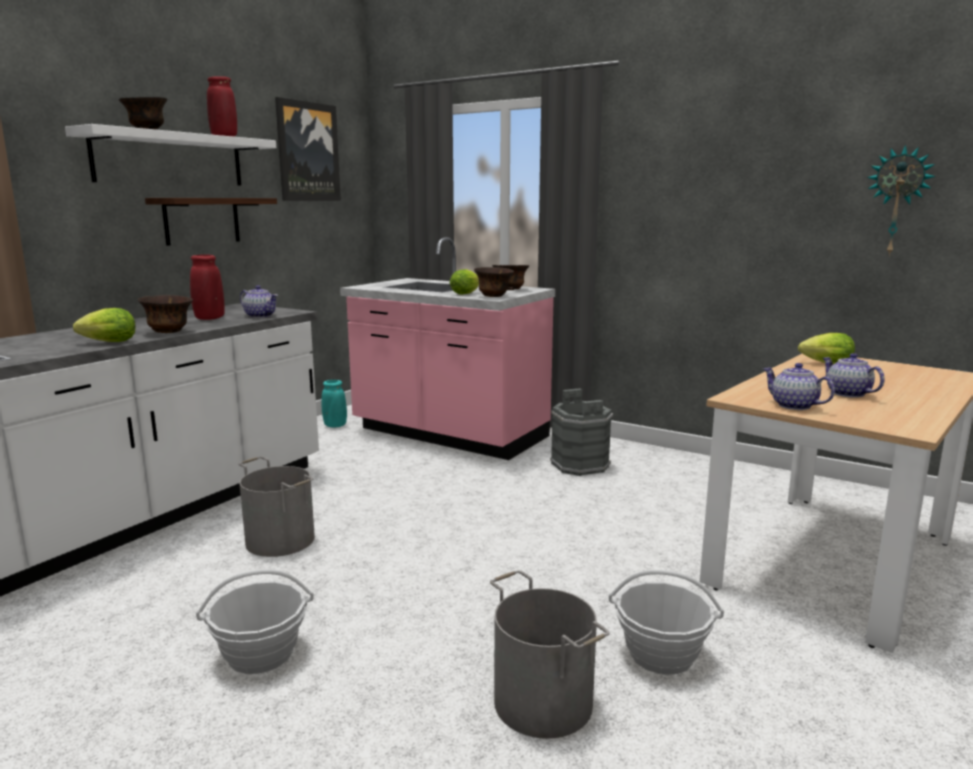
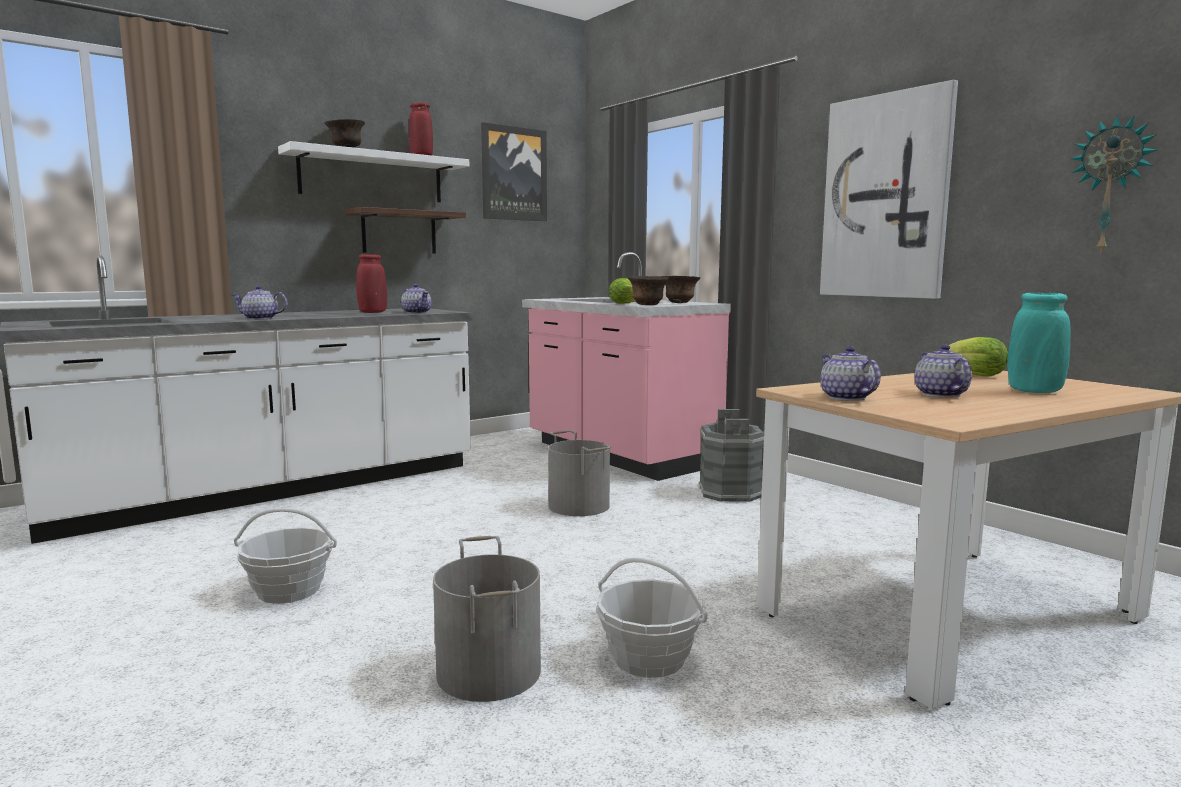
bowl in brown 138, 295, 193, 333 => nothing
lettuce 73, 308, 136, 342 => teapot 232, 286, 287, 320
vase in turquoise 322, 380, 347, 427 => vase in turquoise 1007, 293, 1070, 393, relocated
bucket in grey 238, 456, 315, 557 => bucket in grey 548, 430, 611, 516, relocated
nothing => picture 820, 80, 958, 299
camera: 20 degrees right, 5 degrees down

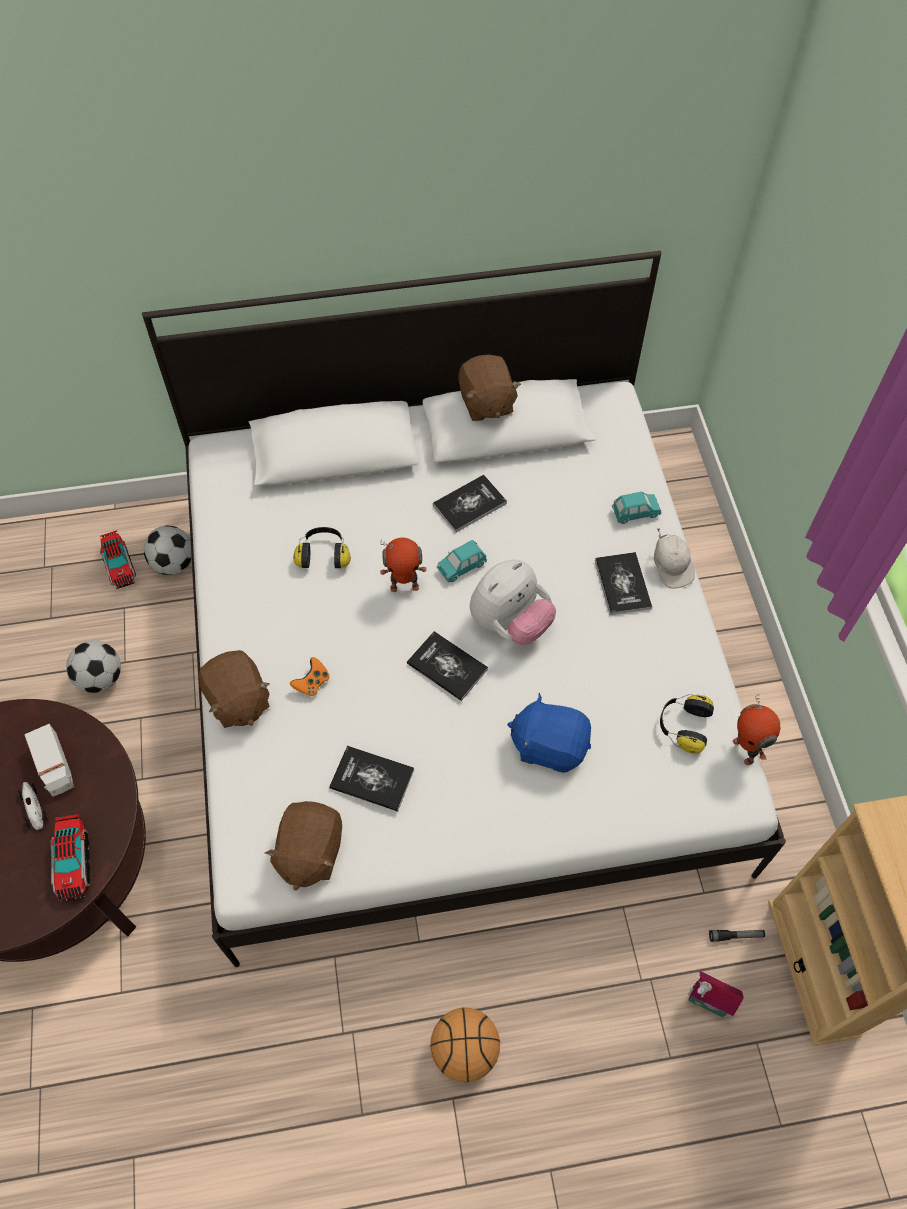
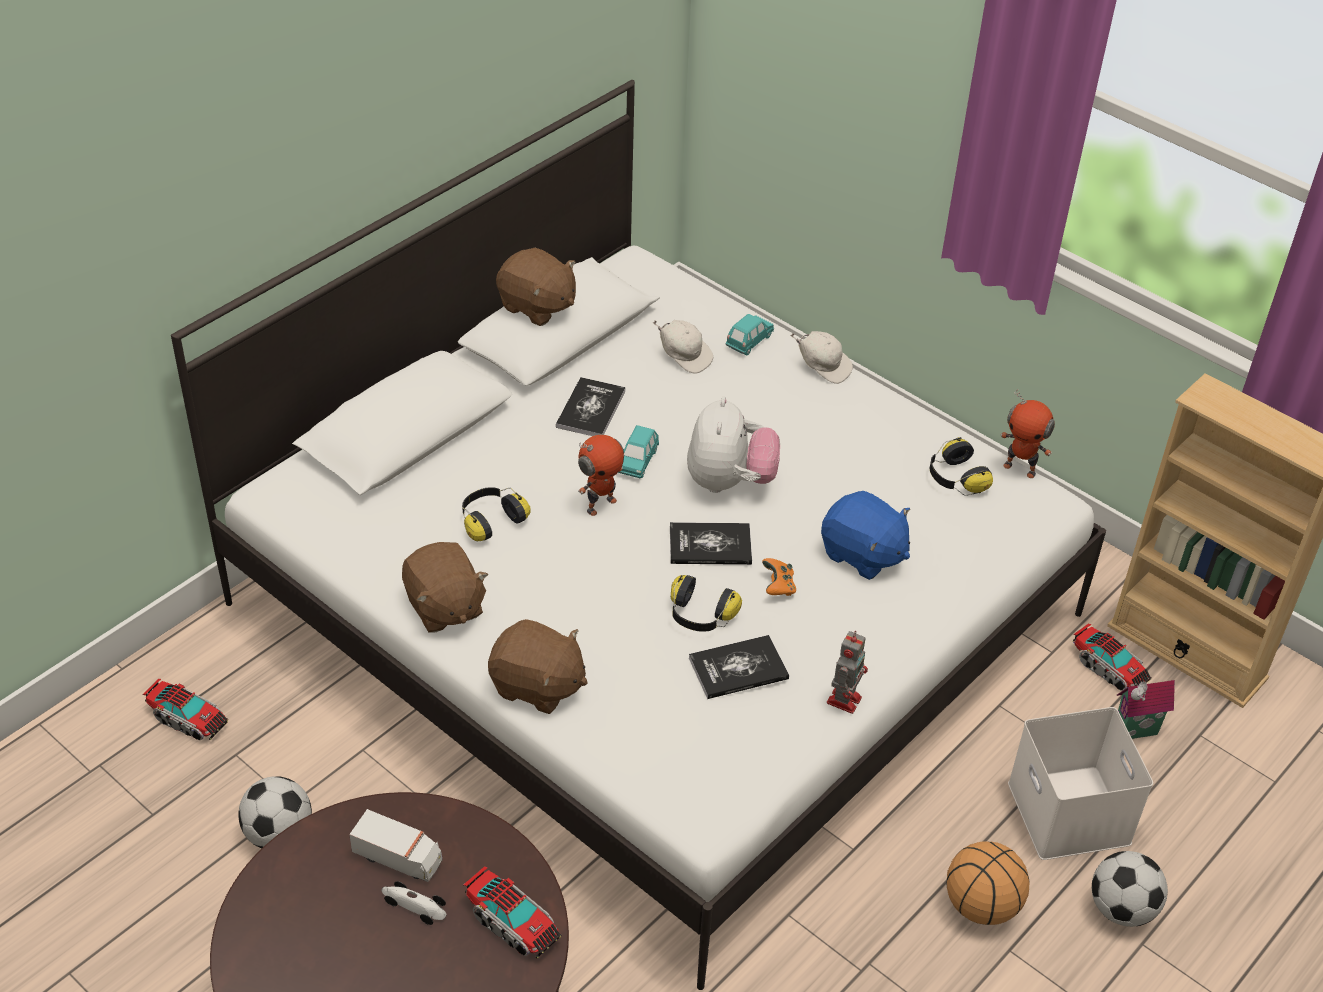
football 144, 526, 192, 575 => football 1092, 851, 1168, 927, relocated
book 595, 552, 652, 615 => nothing
game controller in orange 290, 657, 330, 696 => game controller in orange 762, 558, 796, 596, relocated
plush toy in blue 507, 693, 591, 773 => plush toy in blue 821, 491, 910, 580, 120 degrees counterclockwise
plush toy in brown 265, 801, 342, 891 => plush toy in brown 402, 542, 489, 633, relocated
flashlight 709, 930, 765, 942 => toy truck 1073, 624, 1152, 691
nothing => cap in white 653, 320, 713, 374
nothing => headphones 671, 575, 742, 632
nothing => toy robot 827, 631, 868, 714
nothing => storage box in white 1008, 707, 1153, 860
camera: 40 degrees left, 15 degrees down

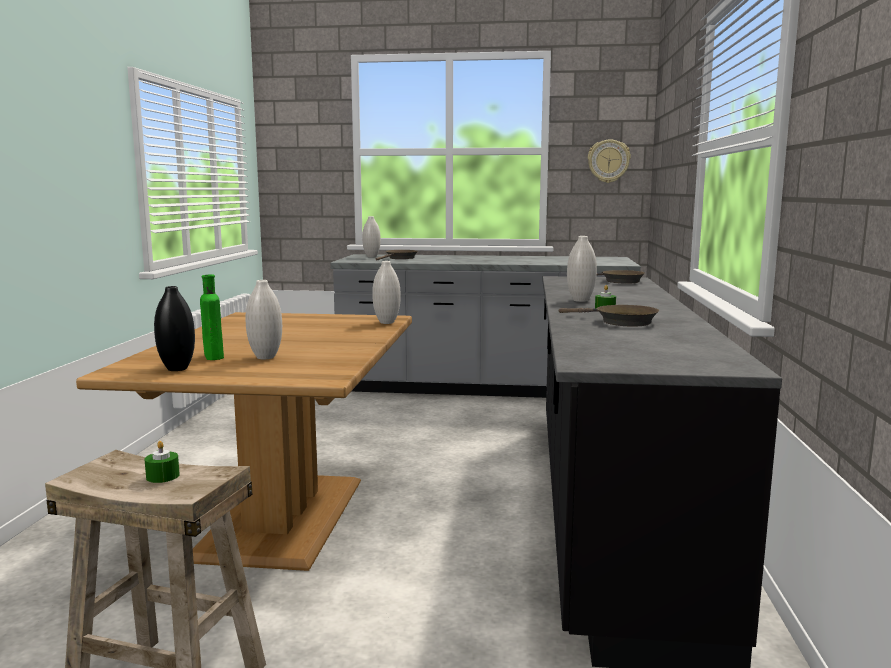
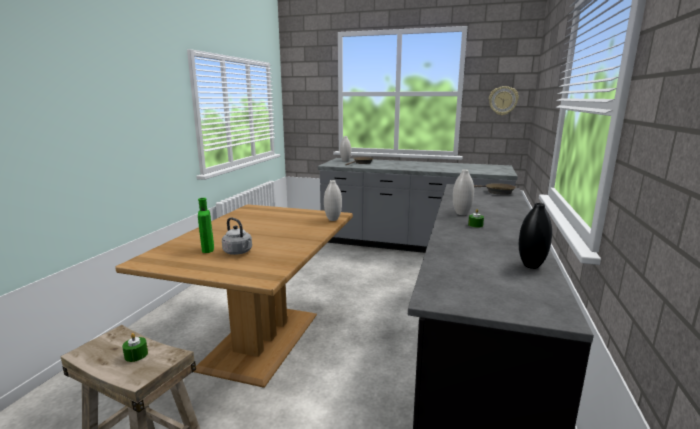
vase in white 246, 280, 282, 359 => kettle in grey 222, 217, 252, 255
vase in black 154, 286, 195, 371 => vase in black 519, 203, 552, 269, relocated
frying pan in brown 559, 305, 659, 327 => nothing
camera: 10 degrees right, 5 degrees up

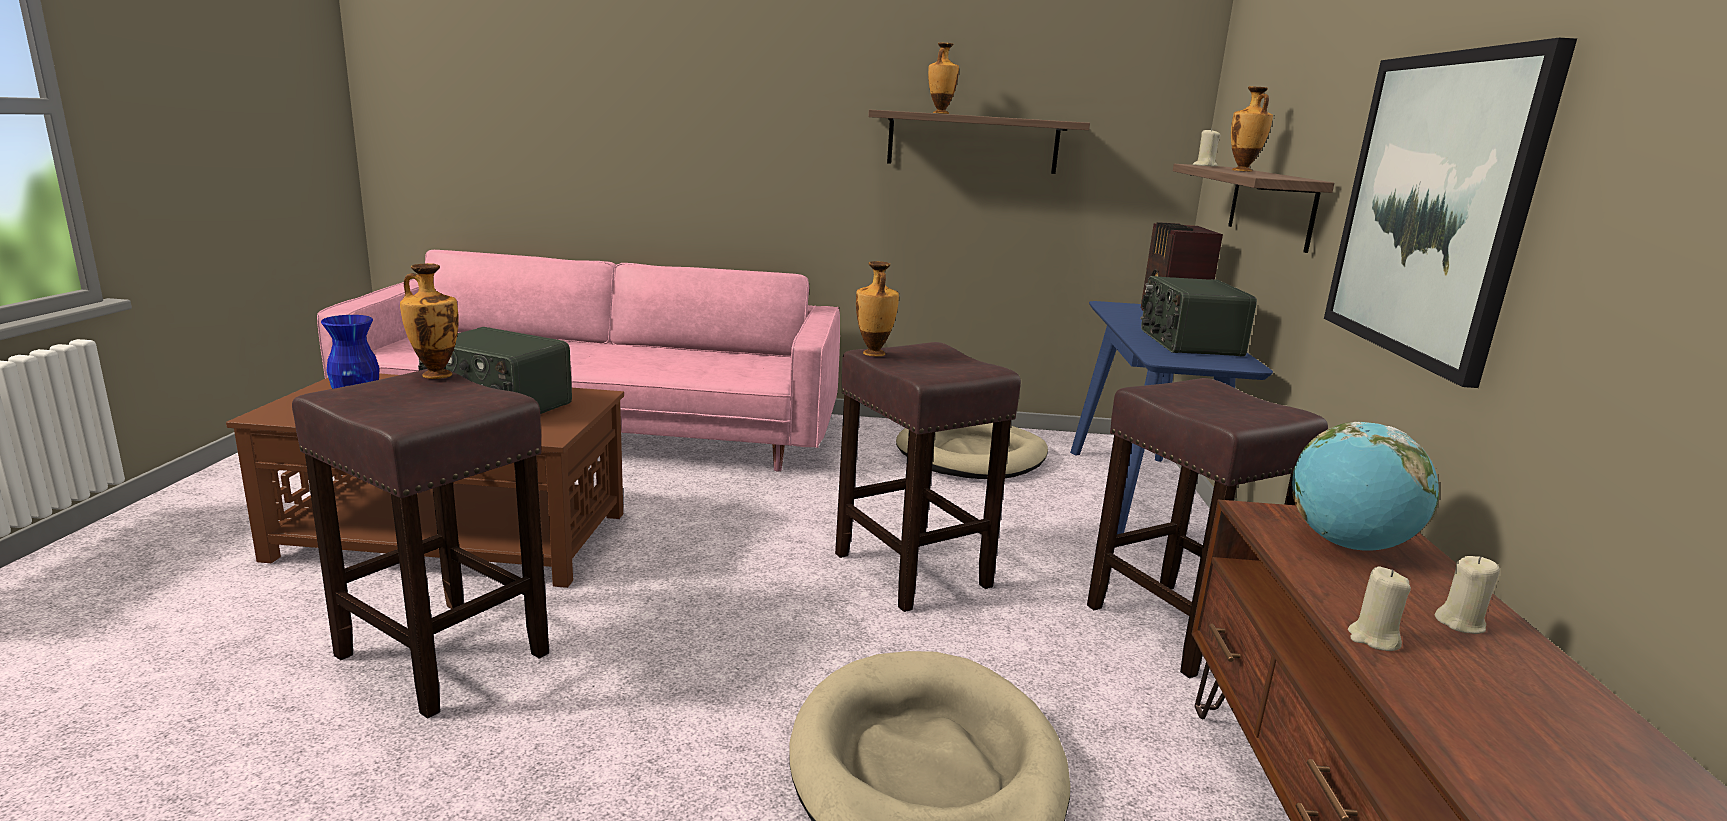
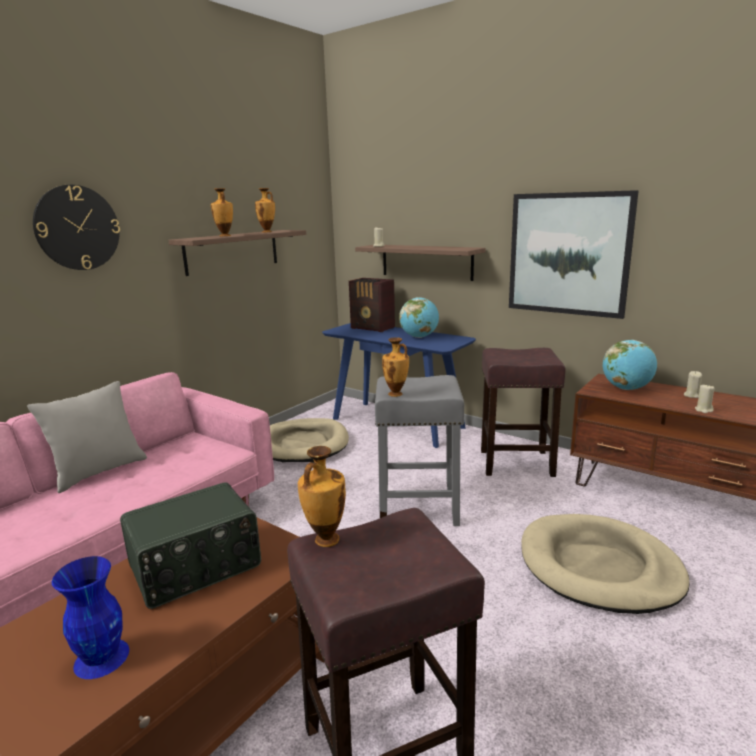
vase 1231, 86, 1273, 172 => vase 255, 188, 275, 233, relocated
radio 1140, 276, 1257, 357 => globe 399, 297, 439, 338
stool in brown 835, 342, 1021, 612 => stool in grey 375, 375, 464, 526
nothing => wall clock 33, 185, 120, 270
nothing => pillow in grey 27, 381, 147, 493
camera: 55 degrees left, 0 degrees up

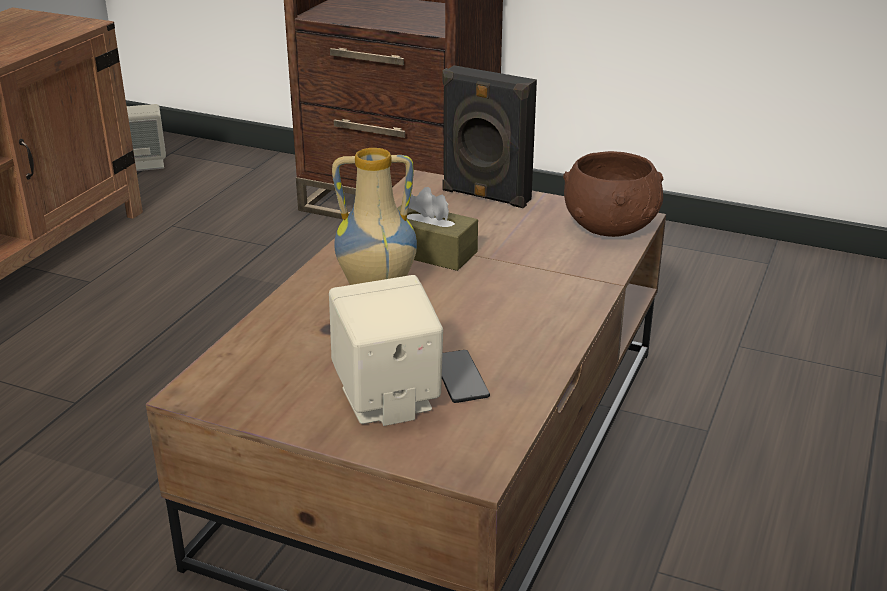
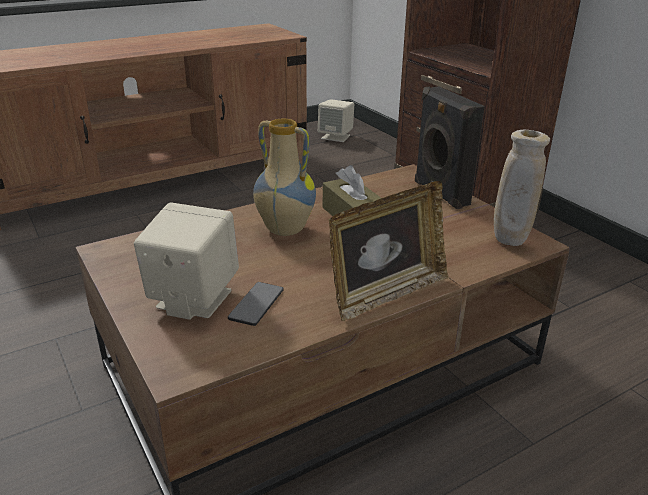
bowl in brown 563, 151, 664, 237 => vase in beige 494, 130, 550, 246
nothing => picture frame 329, 181, 448, 321
camera: 35 degrees right, 0 degrees up

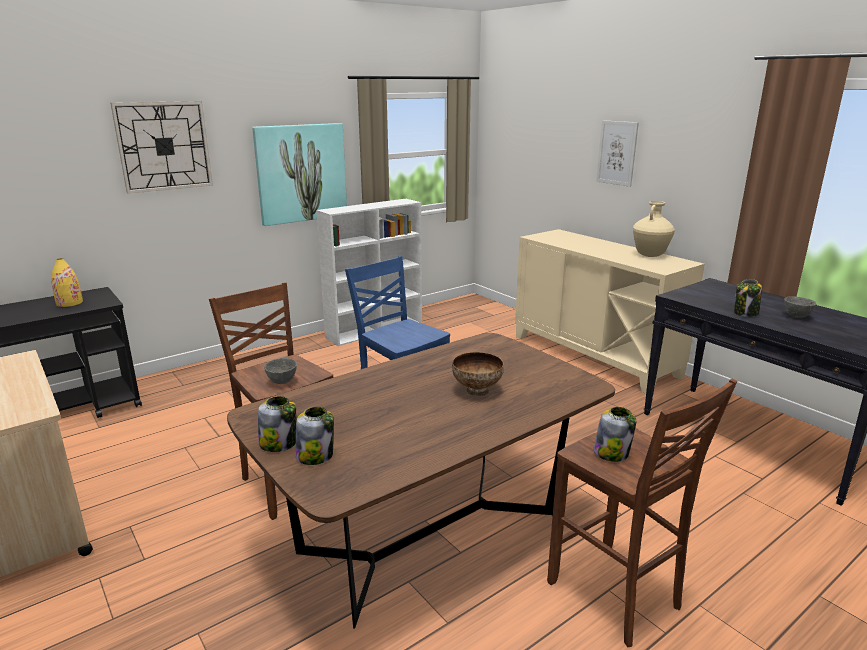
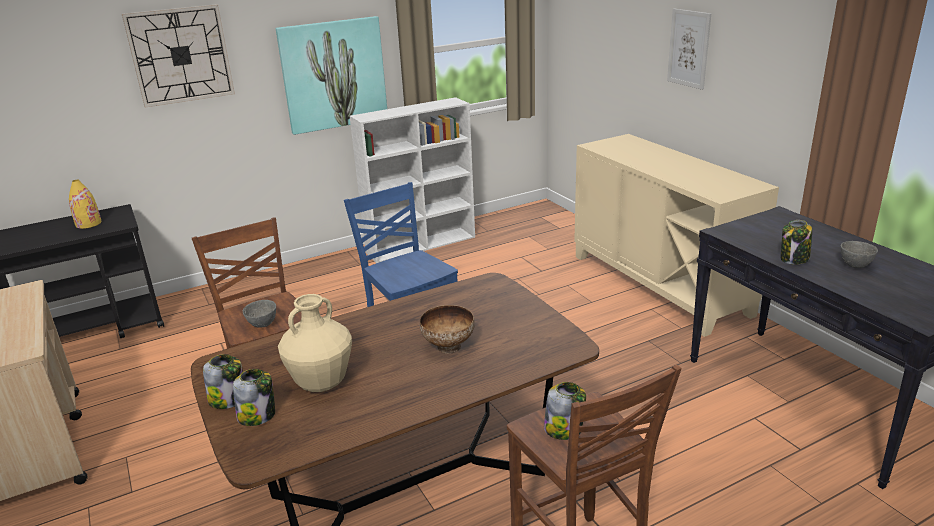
vase in beige 633, 201, 675, 257 => vase in beige 278, 294, 352, 392, relocated
camera: 10 degrees right, 5 degrees up

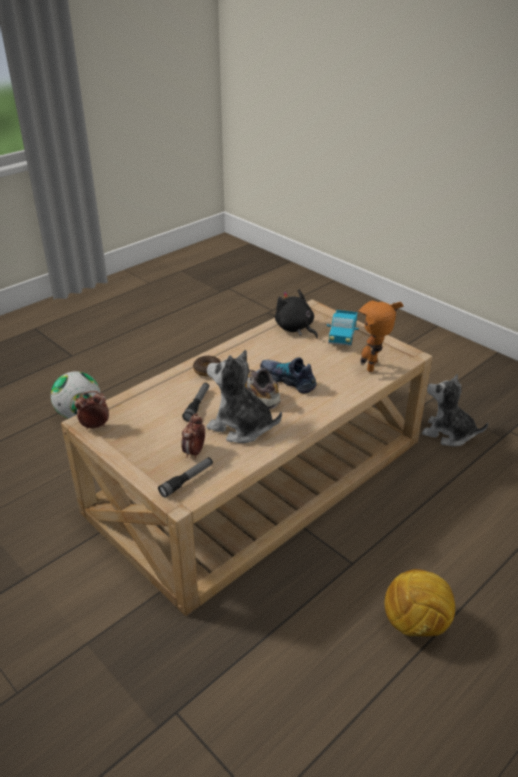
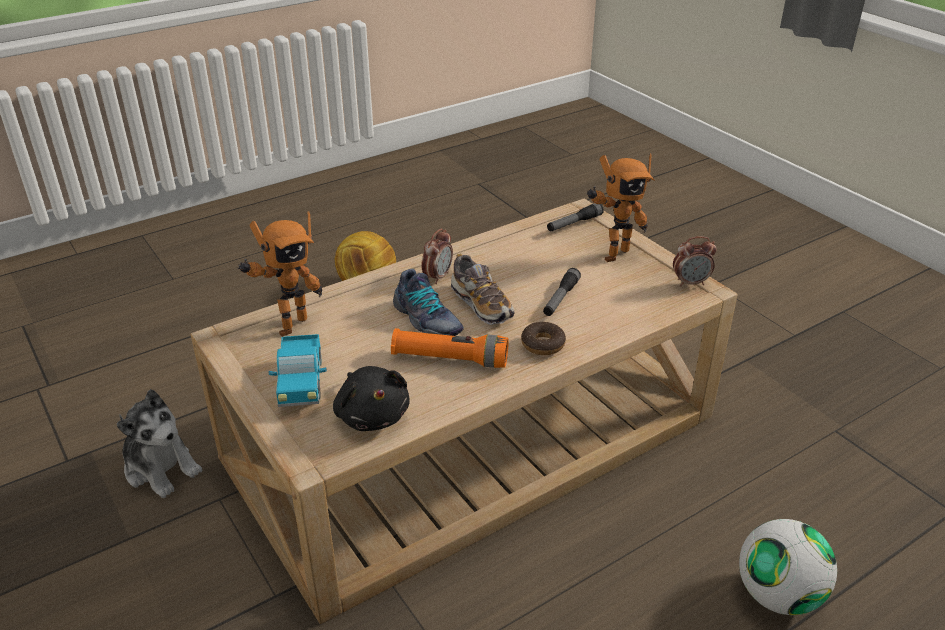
toy truck 327, 310, 359, 346 => toy truck 268, 334, 327, 407, 150 degrees clockwise
plush toy 206, 350, 282, 443 => nothing
alarm clock 181, 414, 205, 458 => alarm clock 421, 228, 453, 284, relocated
nothing => toy robot 587, 154, 655, 262
nothing => flashlight in orange 391, 328, 509, 368
camera: 170 degrees left, 0 degrees up

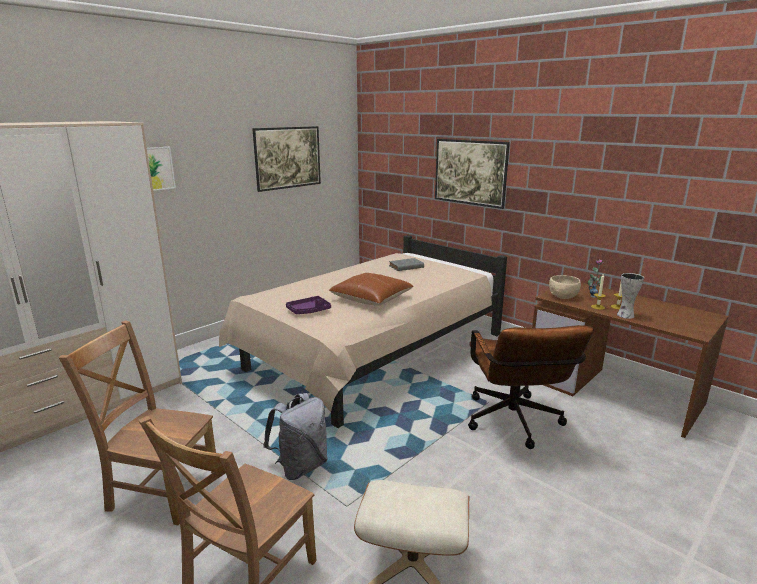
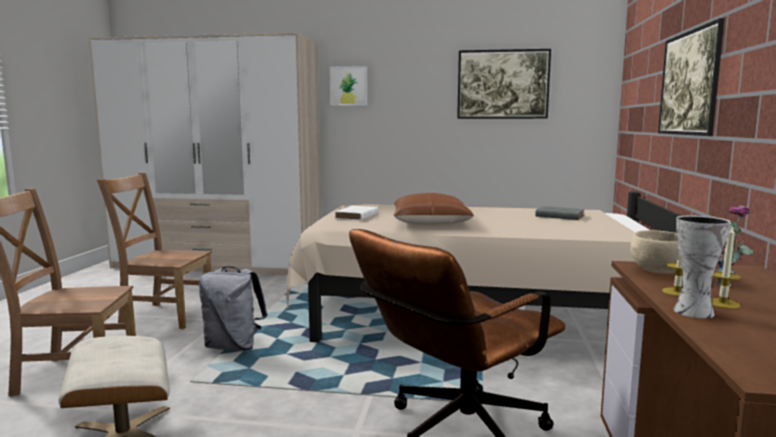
tray in purple 286, 296, 331, 314 => book in white 335, 206, 378, 220
chair in brown 59, 320, 216, 525 => chair in brown 97, 173, 212, 329, 60 degrees counterclockwise
camera: 55 degrees right, 10 degrees down

